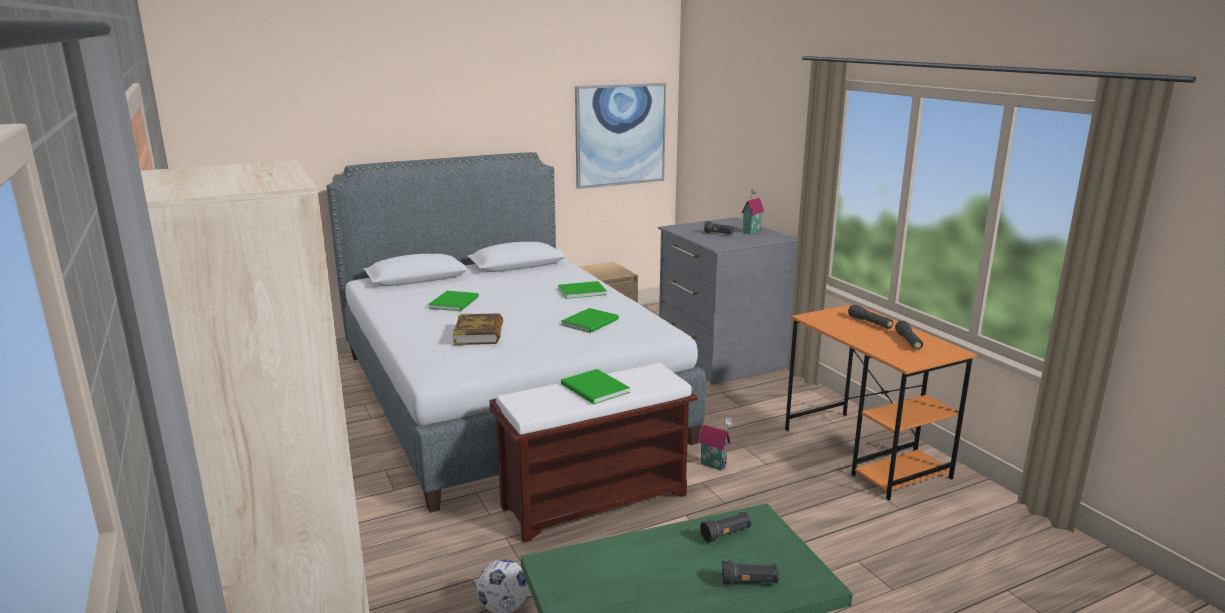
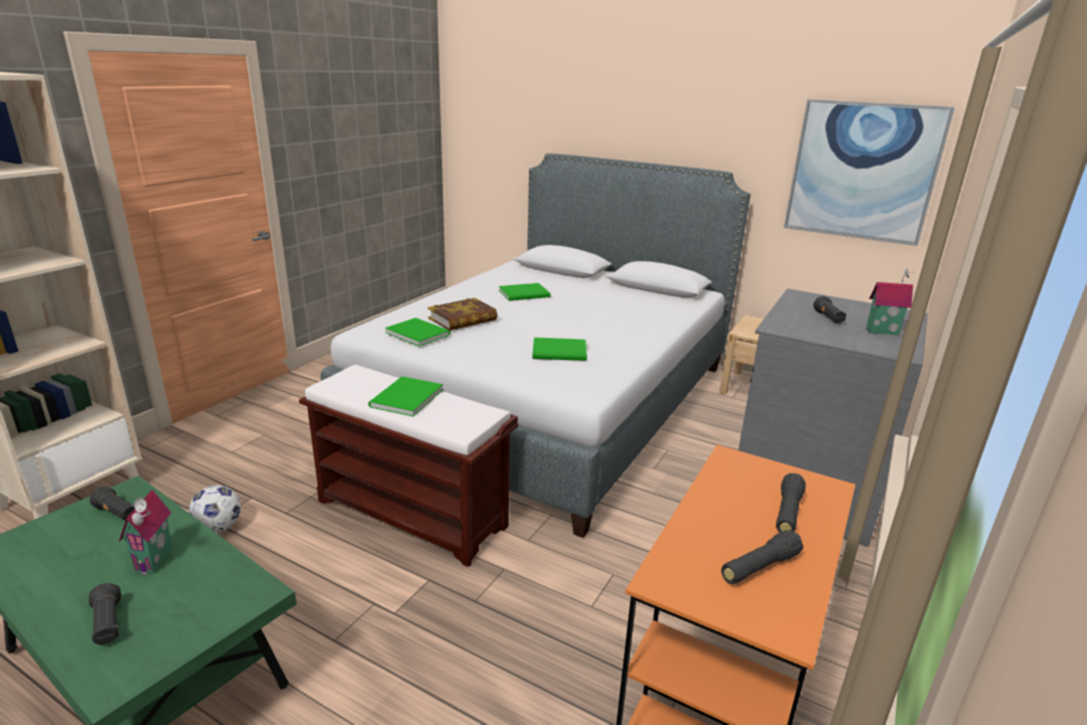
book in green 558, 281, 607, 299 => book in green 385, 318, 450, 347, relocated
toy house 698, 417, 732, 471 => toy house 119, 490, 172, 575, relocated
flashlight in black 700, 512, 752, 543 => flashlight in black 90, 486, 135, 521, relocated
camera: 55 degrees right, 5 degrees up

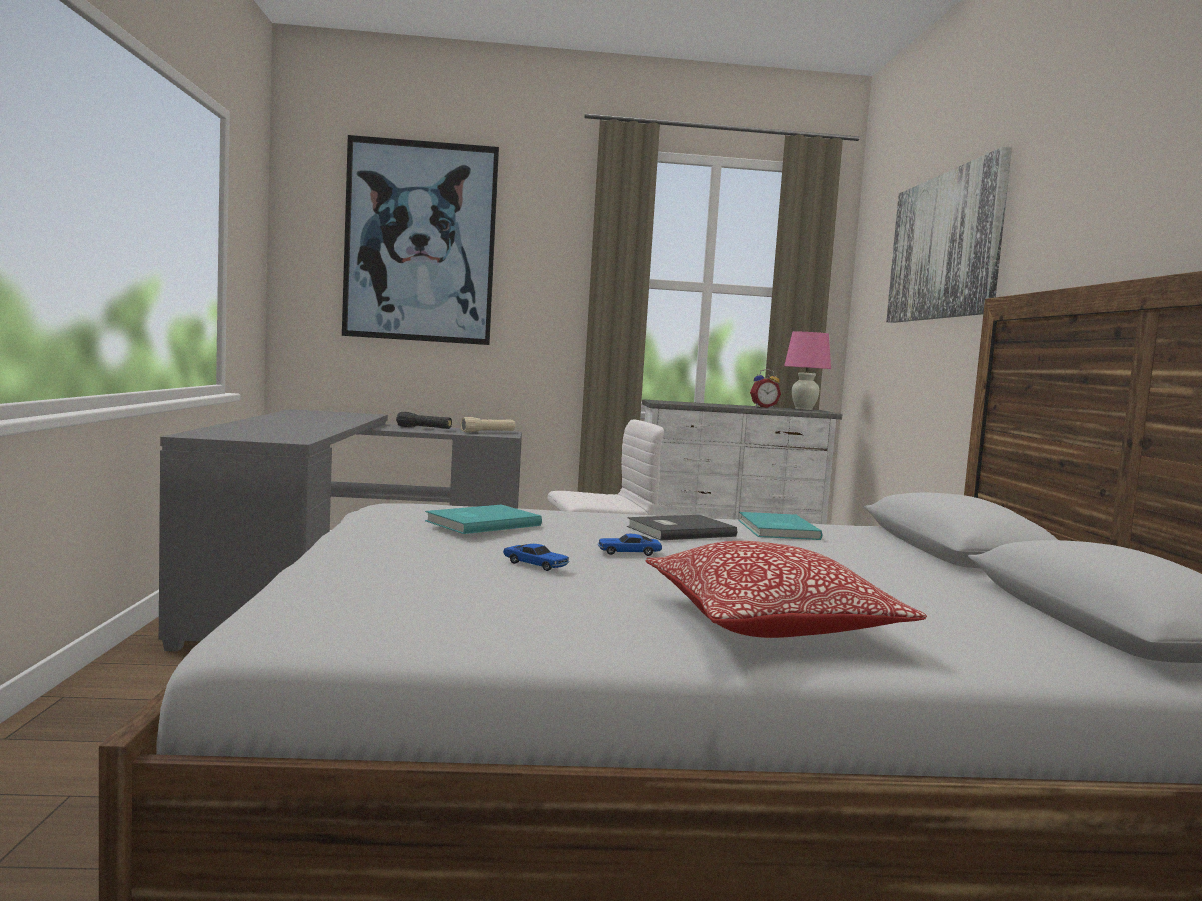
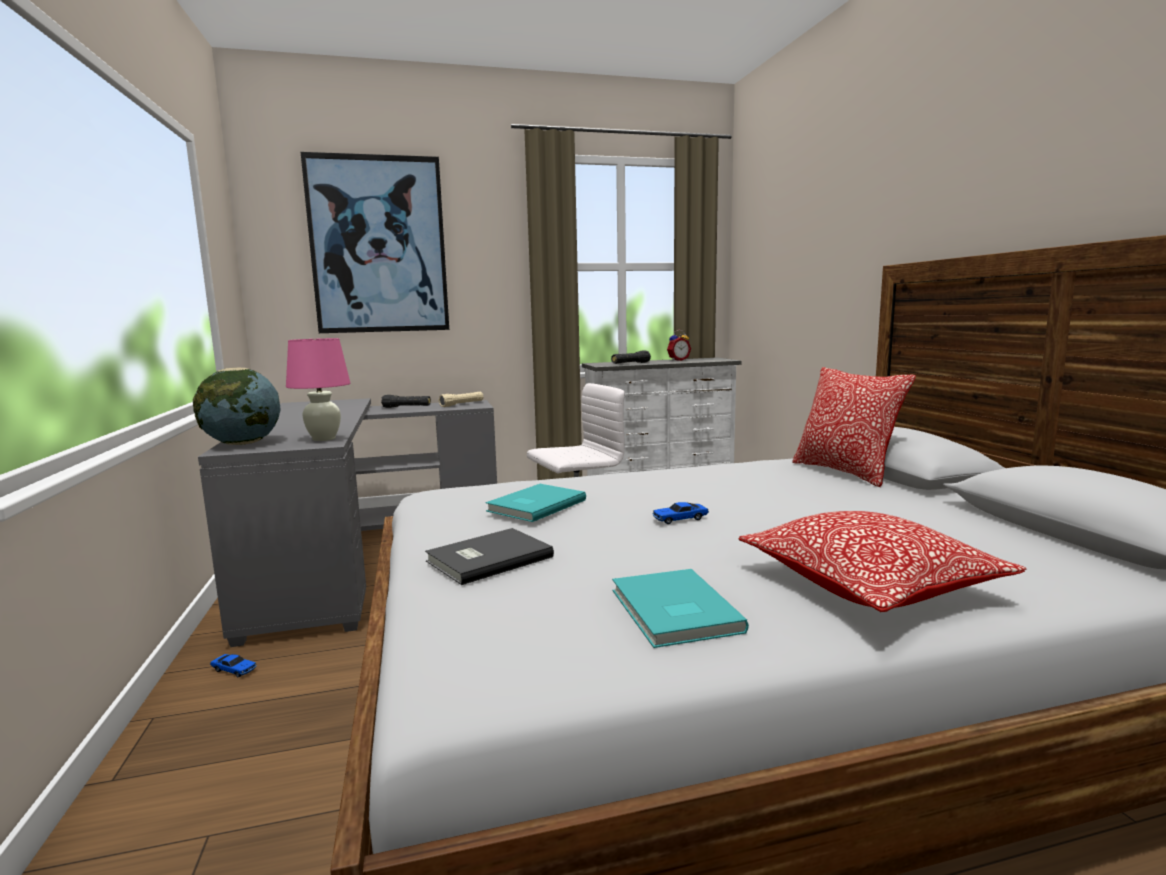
picture 886, 147, 1012, 323 => nothing
table lamp in pink 784, 332, 831, 410 => table lamp in pink 286, 338, 350, 441, relocated
book in turquoise 738, 512, 822, 540 => book in turquoise 612, 569, 749, 648, relocated
book in grey 627, 515, 737, 540 => book in grey 425, 528, 554, 585, relocated
toy car 503, 544, 569, 571 => toy car 210, 654, 257, 677, relocated
nothing => flashlight in black 611, 350, 651, 364
nothing => pillow 792, 367, 916, 487
nothing => globe 193, 368, 281, 445
camera: 10 degrees left, 5 degrees up

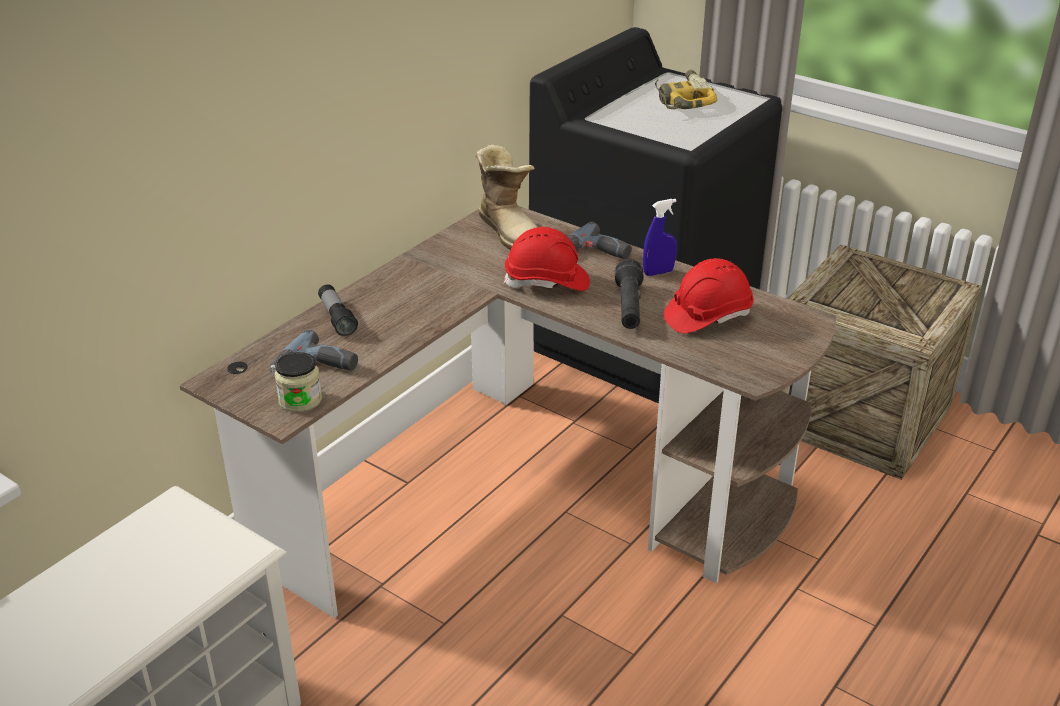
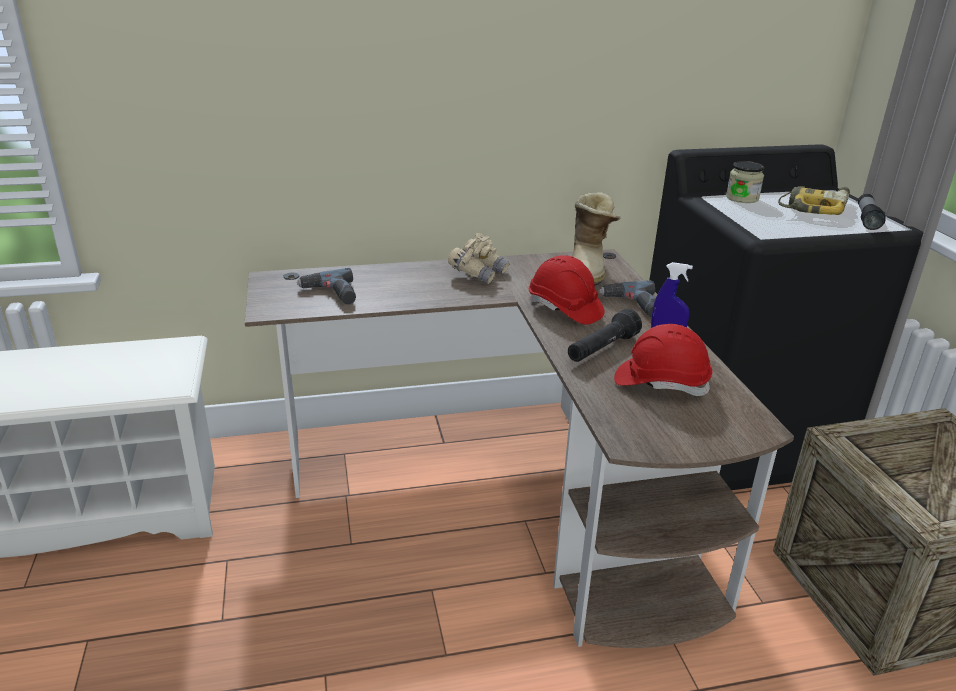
flashlight 318, 284, 358, 336 => flashlight 858, 194, 886, 230, relocated
jar 275, 352, 322, 412 => jar 726, 161, 764, 203, relocated
nothing => binoculars in beige 448, 233, 510, 284
camera: 40 degrees right, 5 degrees down

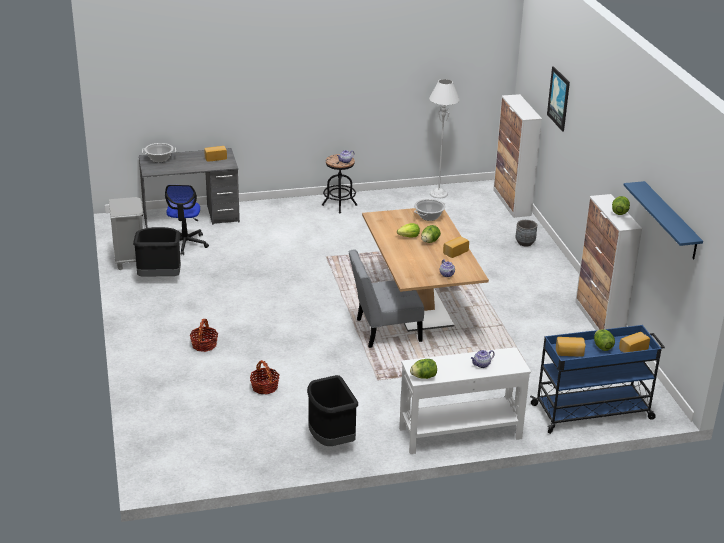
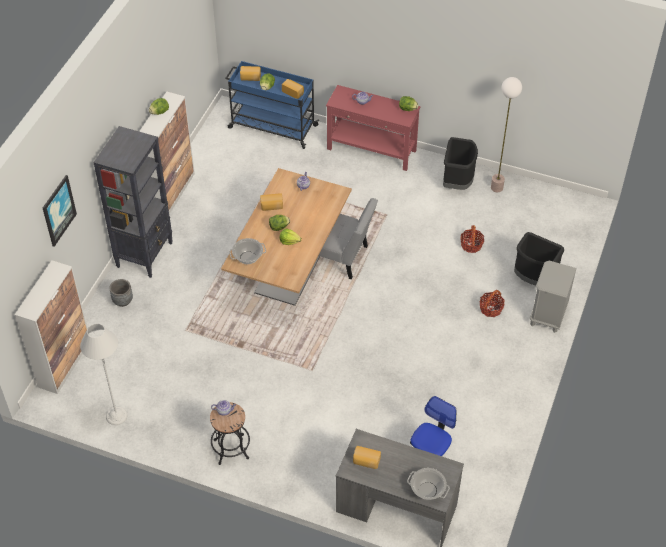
shelf in blue 624, 181, 703, 260 => nothing
nightstand in grey 109, 197, 144, 270 => nightstand in grey 530, 261, 577, 333, relocated
trash can in black 133, 227, 181, 276 => trash can in black 514, 232, 564, 285, relocated
console table in white 399, 347, 531, 454 => console table in red 326, 85, 420, 171
nothing => floor lamp 491, 77, 522, 192
nothing => bookcase in black 93, 126, 173, 278
camera: 145 degrees left, 20 degrees up

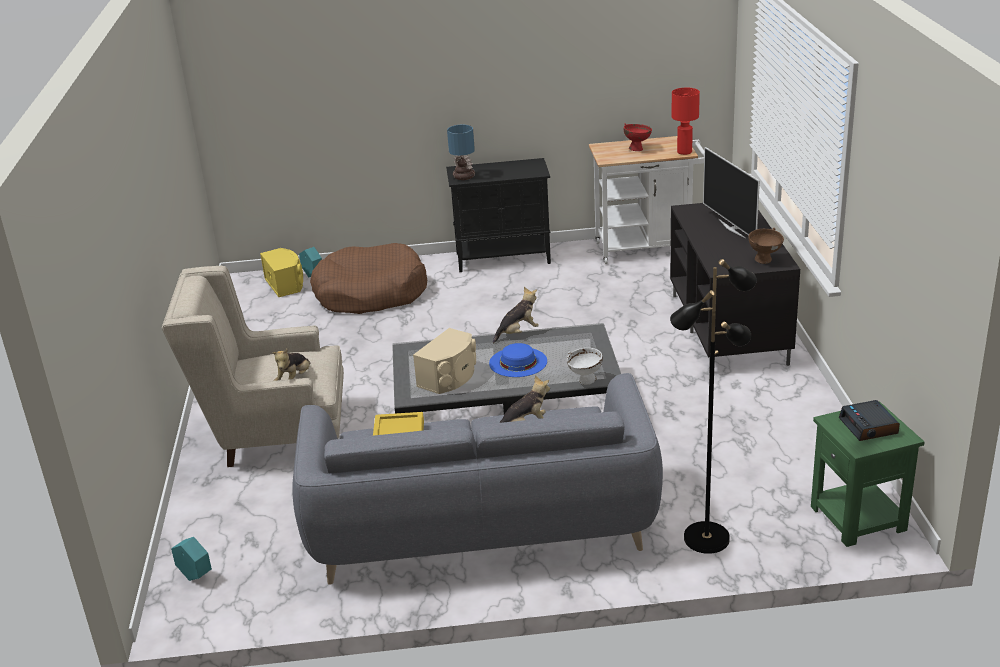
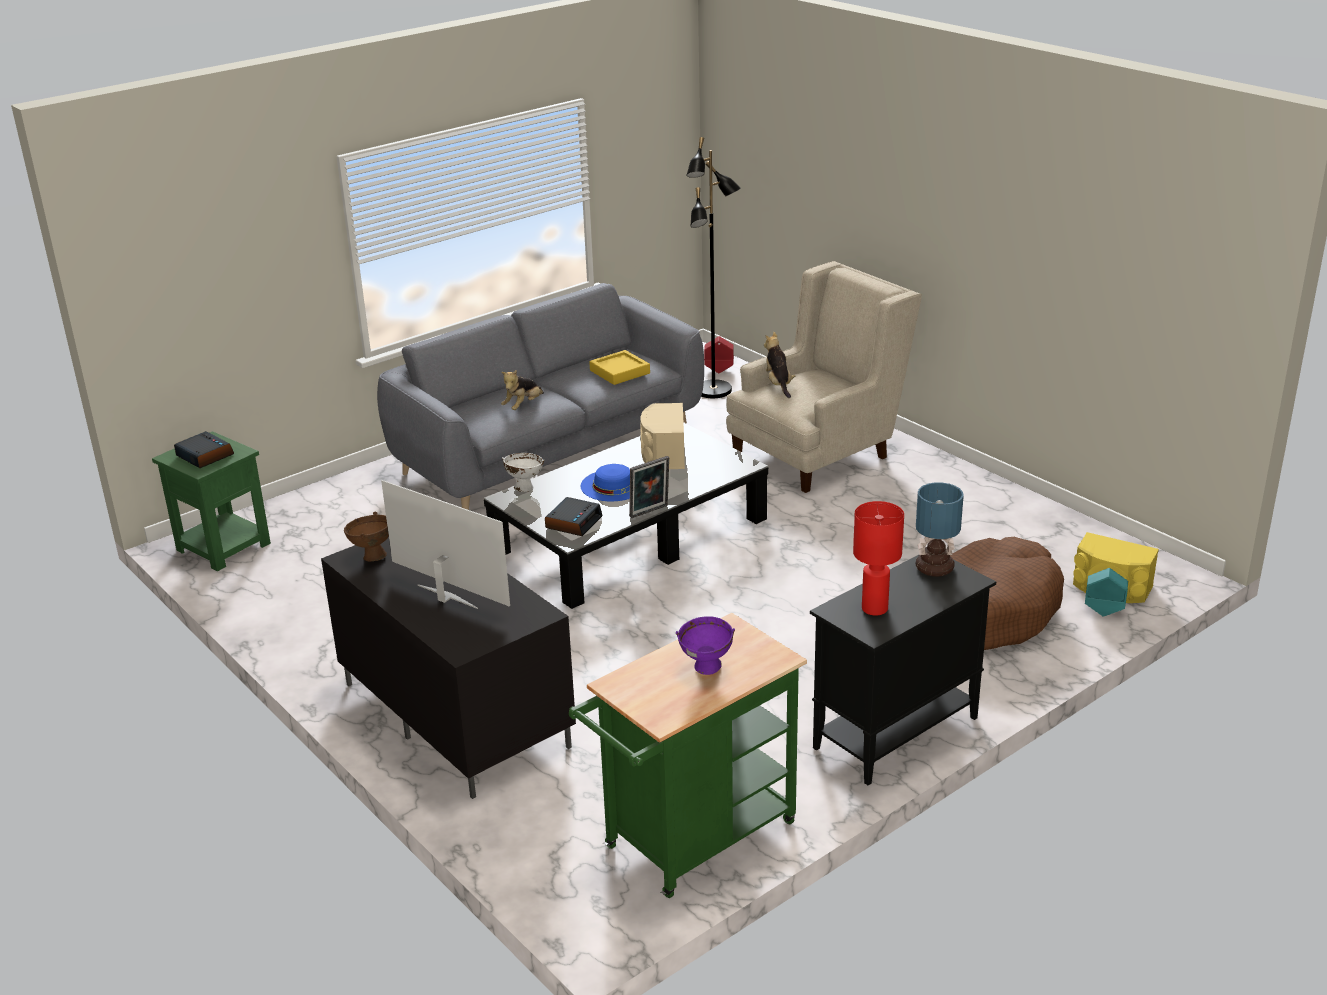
table lamp in red 671, 88, 700, 155 => table lamp in red 853, 501, 904, 616, relocated
bowl in red 624, 123, 652, 151 => bowl in purple 676, 616, 735, 675
cart in white 589, 136, 704, 264 => cart in green 569, 613, 807, 898
floor lamp in black 670, 259, 757, 554 => floor lamp in black 686, 137, 741, 398, relocated
plush toy 493, 287, 539, 343 => picture frame 629, 456, 669, 518
planter in turquoise 171, 537, 212, 581 => planter in red 704, 336, 734, 373
nothing => alarm clock 545, 497, 603, 536
camera: 145 degrees right, 0 degrees up

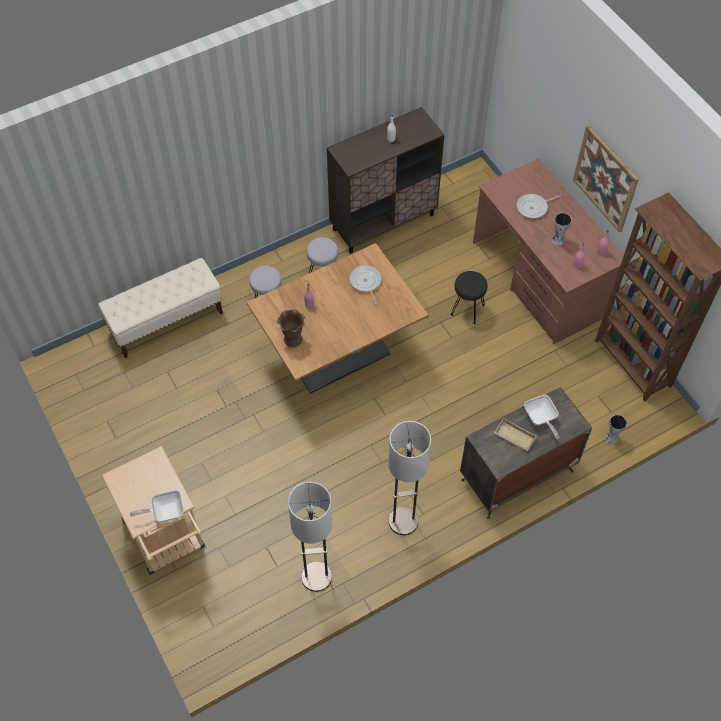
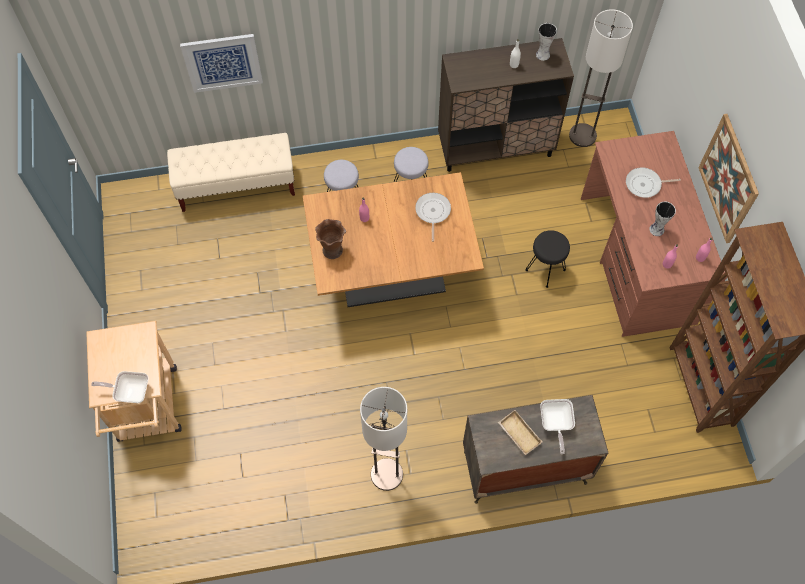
vase 605, 415, 627, 444 => vase 536, 23, 557, 61, relocated
floor lamp 288, 482, 332, 592 => floor lamp 569, 9, 633, 147, relocated
nothing => picture 180, 34, 263, 93
camera: 20 degrees right, 5 degrees up

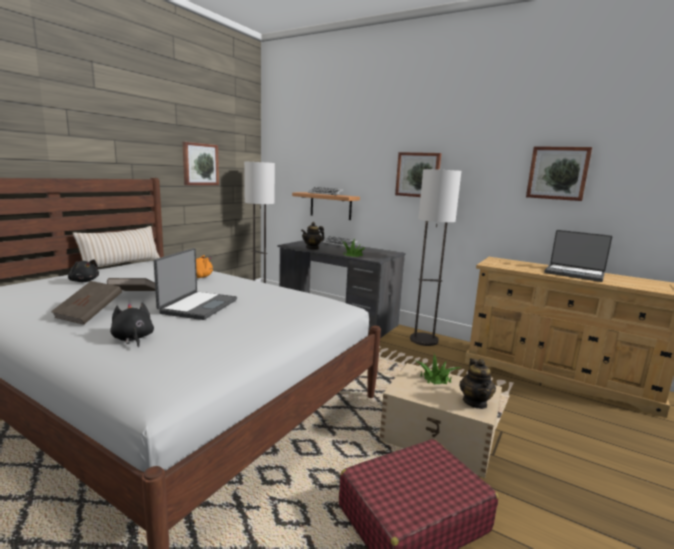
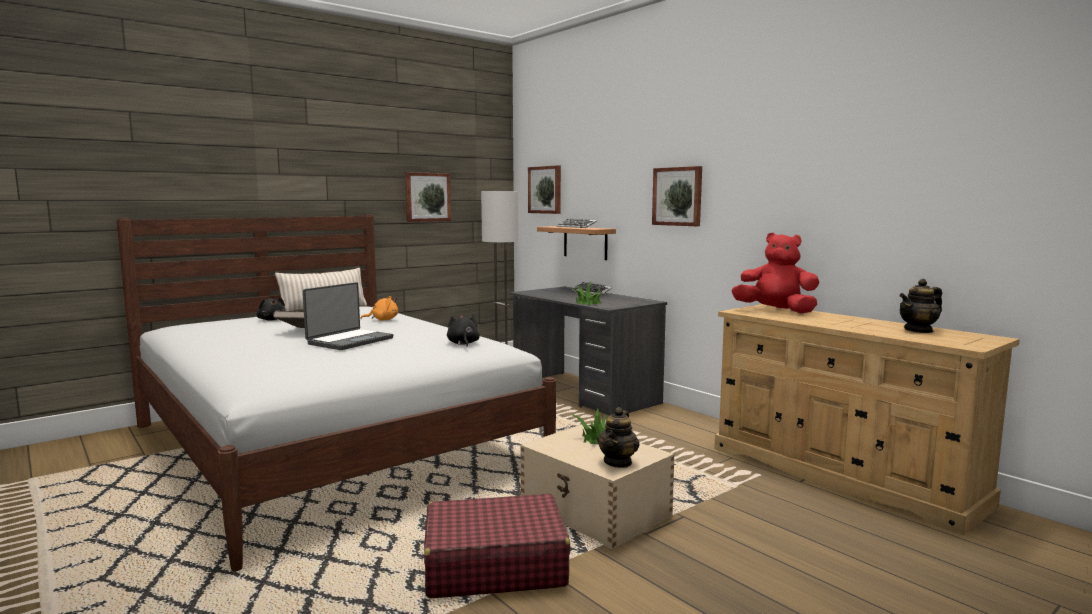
picture 526, 146, 592, 201 => picture 528, 165, 561, 214, relocated
floor lamp 410, 169, 461, 346 => nothing
teapot 301, 222, 325, 249 => teapot 899, 279, 942, 333, relocated
laptop 544, 230, 612, 282 => nothing
book in brown 51, 281, 122, 325 => nothing
plush toy in black 110, 302, 154, 347 => plush toy in black 447, 314, 480, 346, relocated
nothing => plush toy in red 732, 233, 819, 314
camera: 20 degrees right, 5 degrees down

